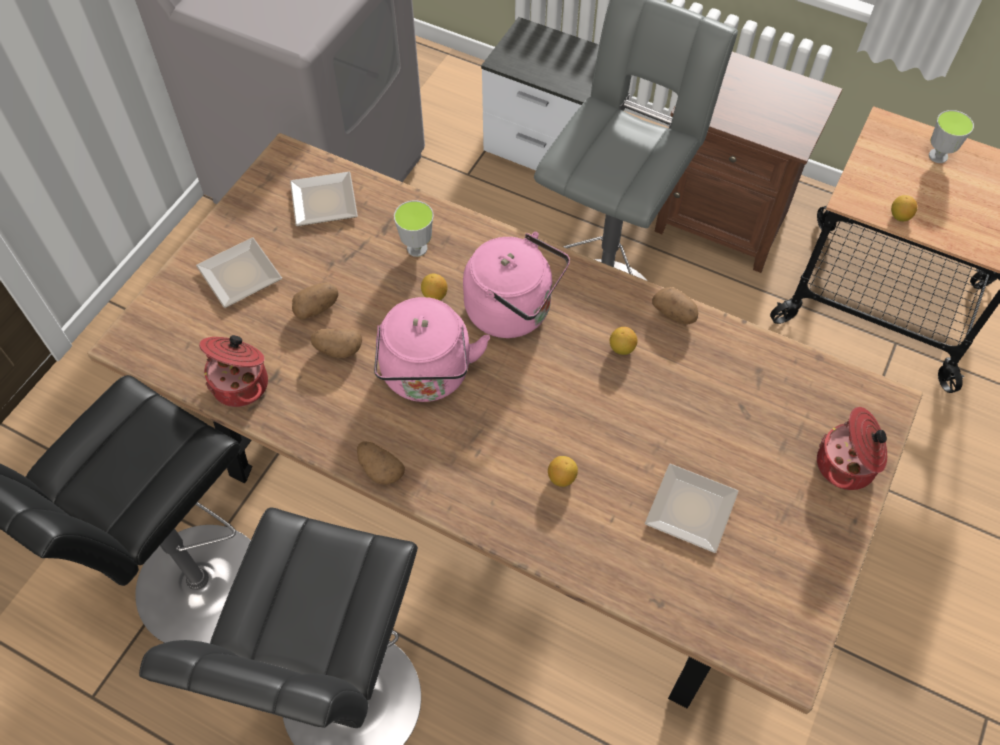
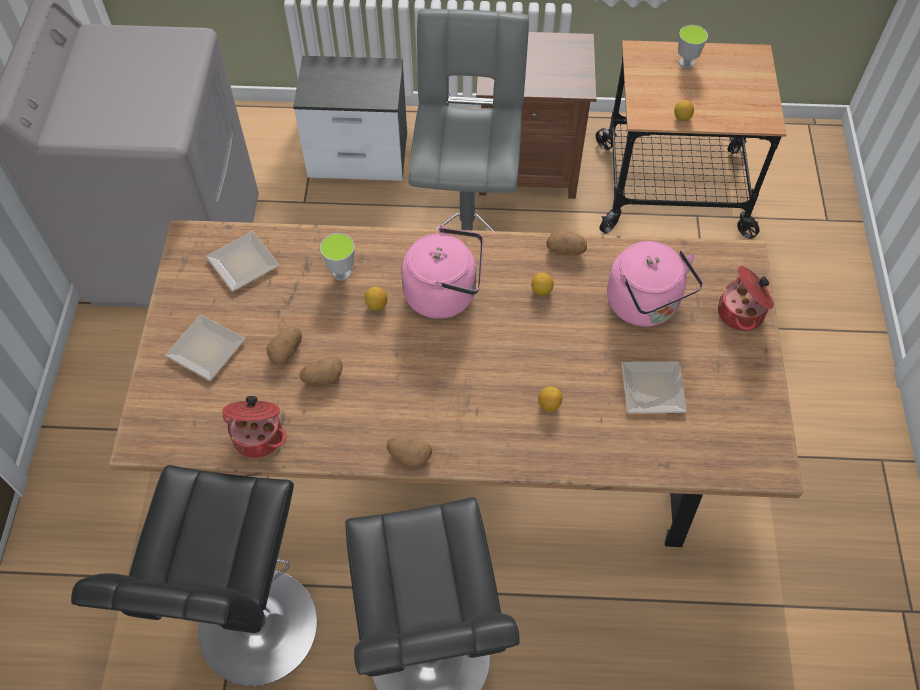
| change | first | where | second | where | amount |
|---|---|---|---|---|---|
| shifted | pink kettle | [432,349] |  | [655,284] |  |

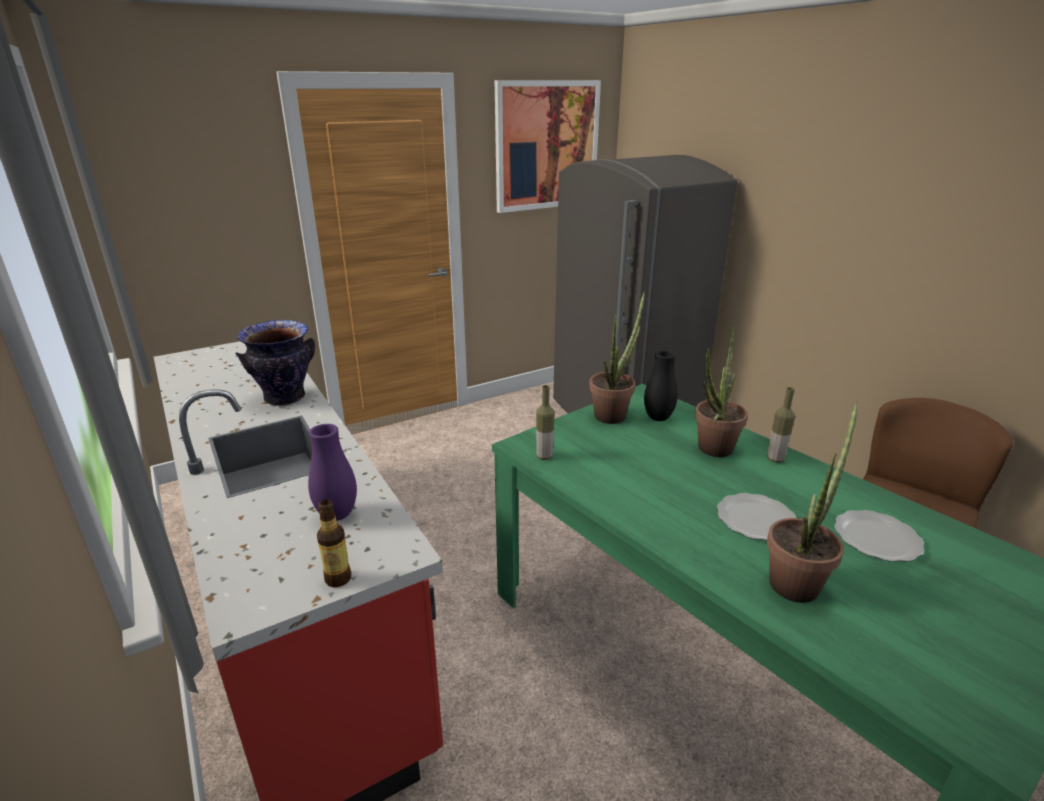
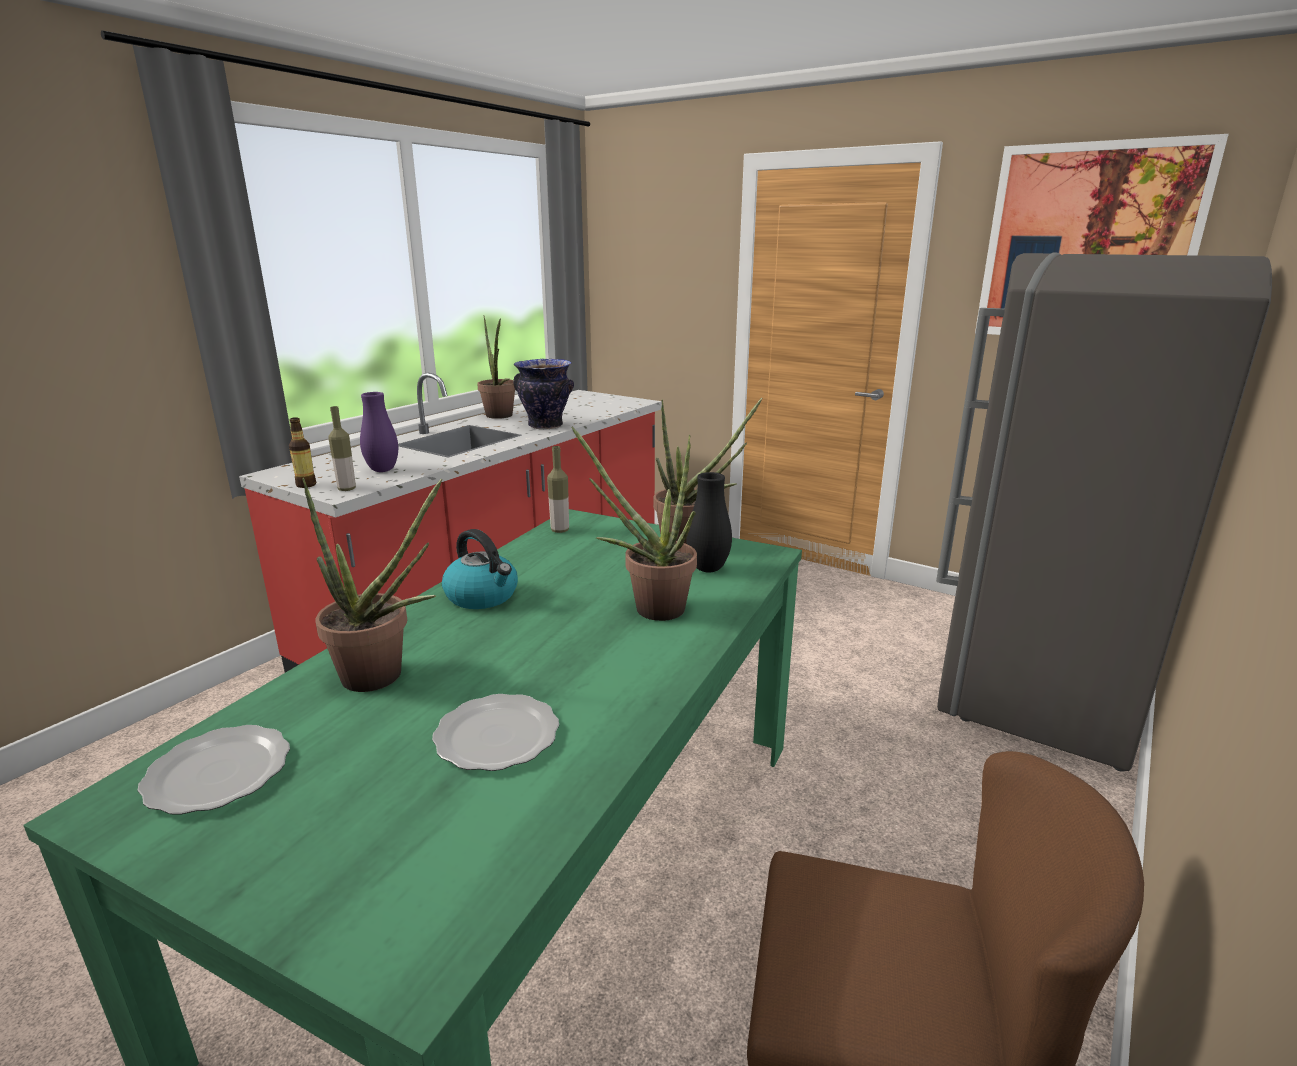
| change | first | where | second | where | amount |
|---|---|---|---|---|---|
| shifted | bottle | [781,425] |  | [342,448] |  |
| shifted | plate | [756,517] |  | [213,770] |  |
| new |  |  | potted plant | [496,367] |  |
| new |  |  | kettle | [480,569] |  |

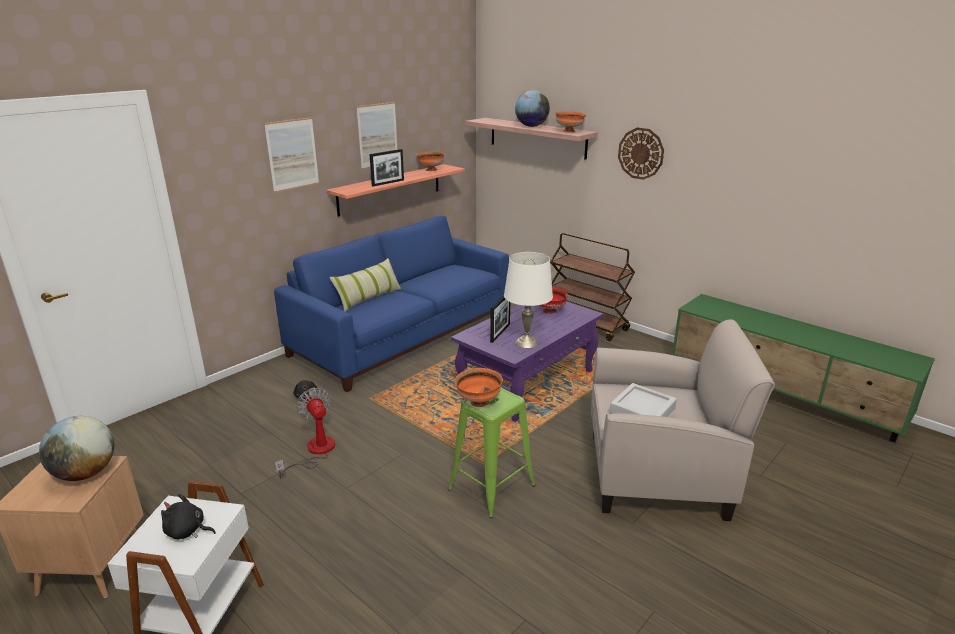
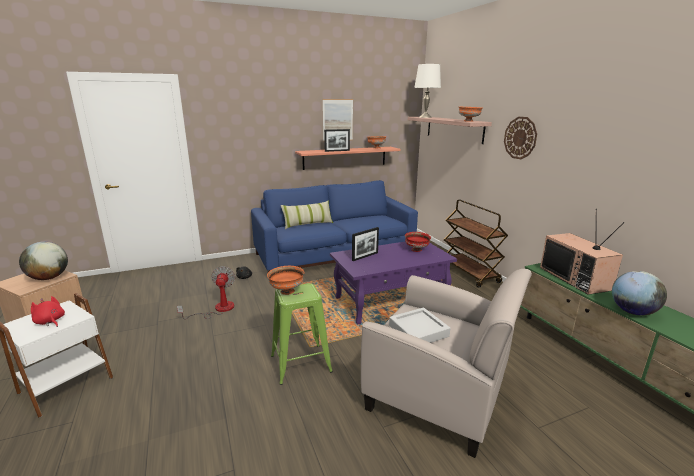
| change | first | where | second | where | amount |
|---|---|---|---|---|---|
| shifted | globe | [532,108] |  | [639,293] |  |
| gone | picture | [291,155] |  |  |  |
| shifted | white table lamp | [528,300] |  | [427,91] |  |
| repainted | black plush toy | [188,516] | red plush toy | [48,311] |  |
| new |  |  | television | [582,252] |  |

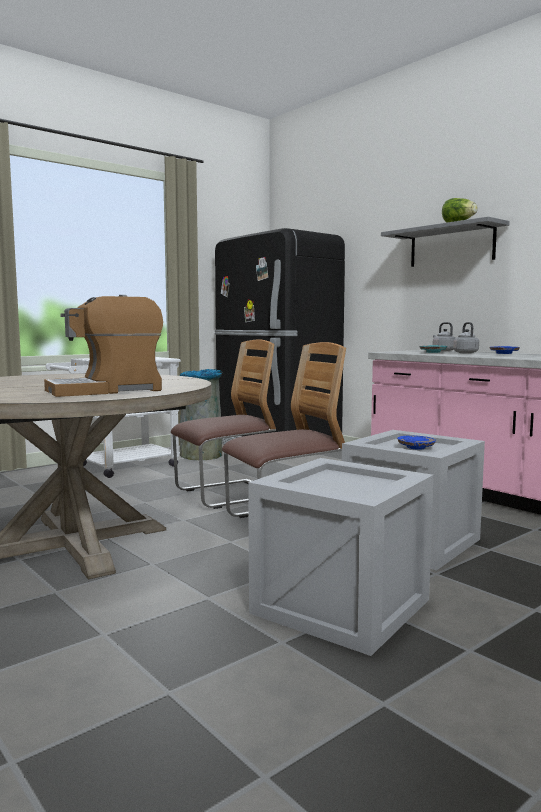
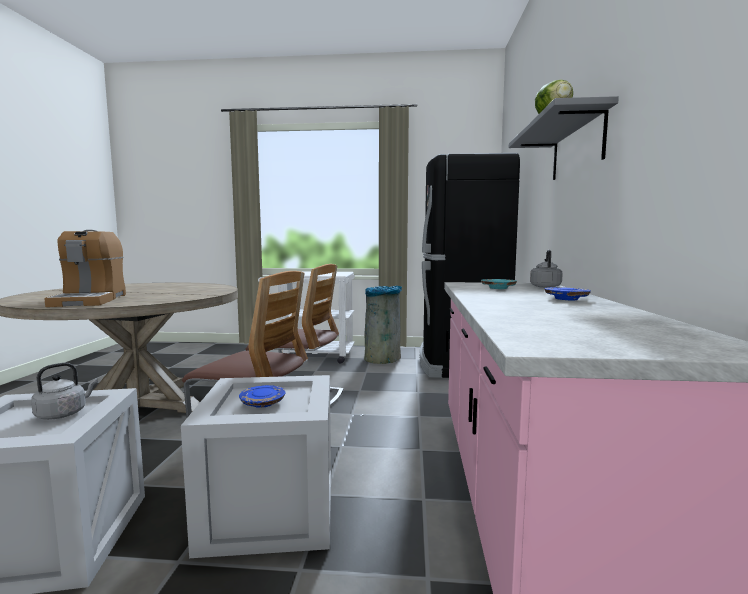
| change | first | where | second | where | amount |
|---|---|---|---|---|---|
| rotated | coffee machine | [103,346] |  | [85,268] | 120 degrees counterclockwise |
| shifted | grey kettle | [466,337] |  | [64,391] |  |

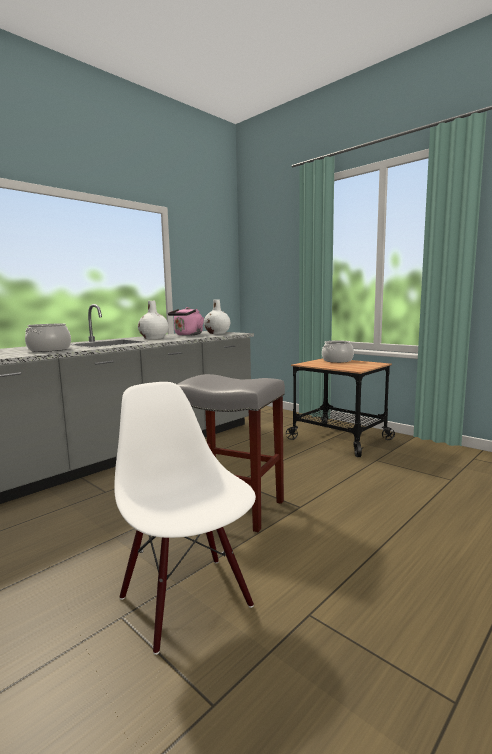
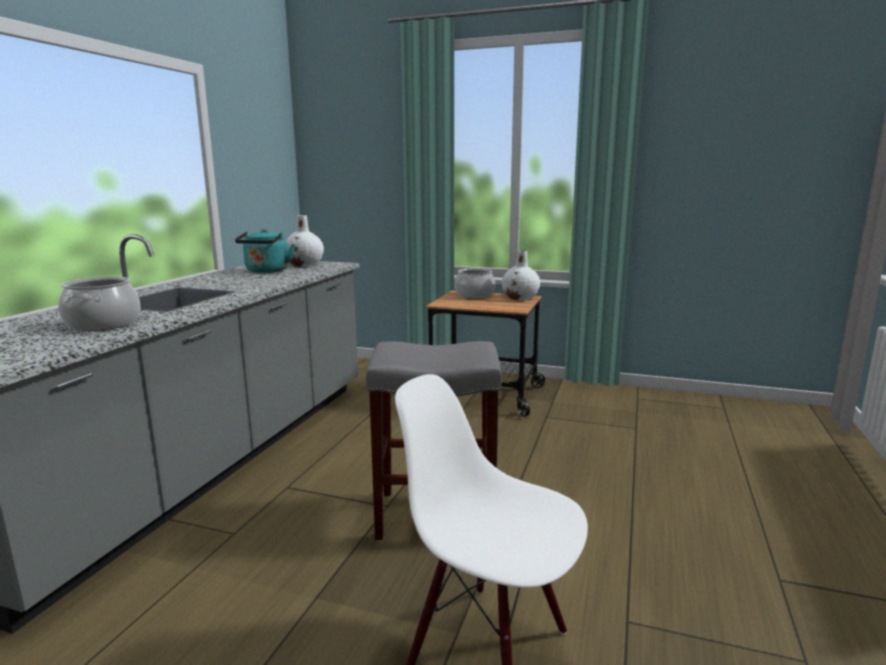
| change | first | where | second | where | amount |
|---|---|---|---|---|---|
| shifted | white vase | [153,320] |  | [521,275] |  |
| repainted | pink kettle | [186,321] | turquoise kettle | [265,251] |  |

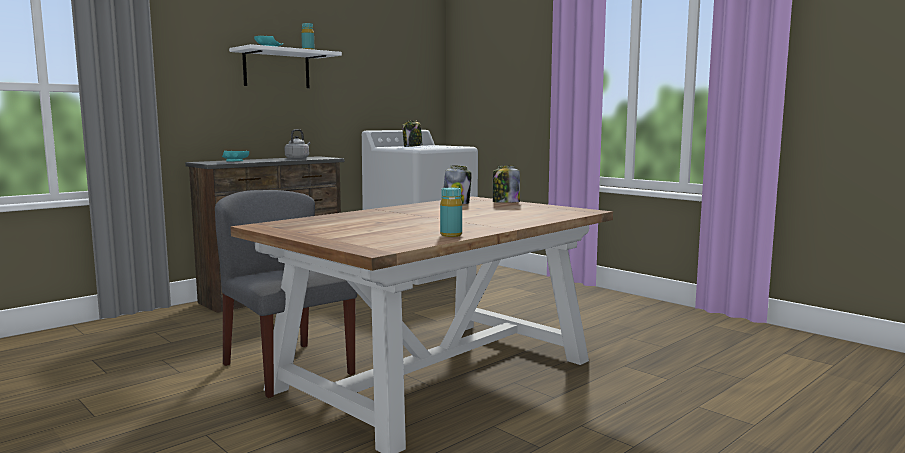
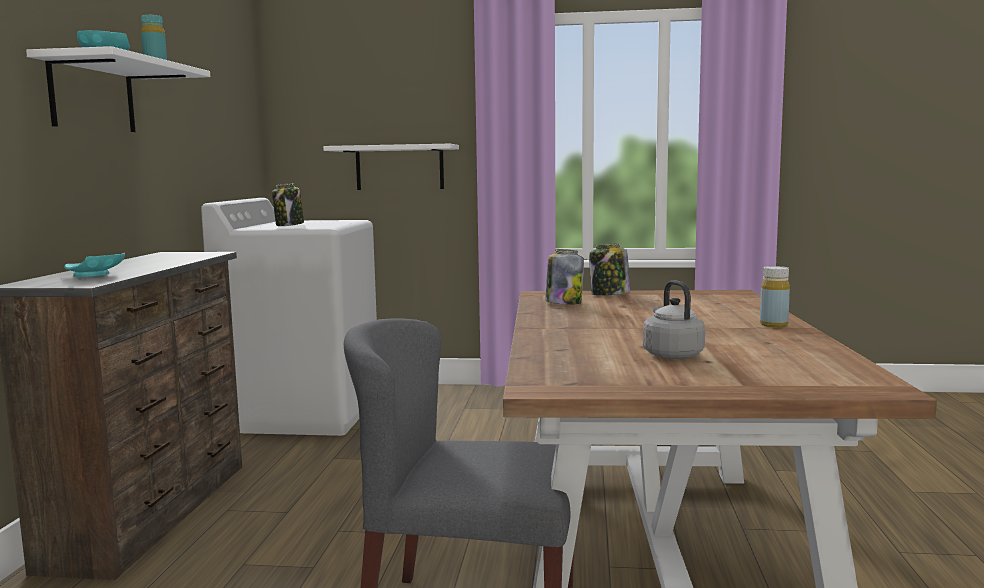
| change | first | where | second | where | amount |
|---|---|---|---|---|---|
| shifted | grey kettle | [298,144] |  | [674,319] |  |
| gone | turquoise bottle | [451,212] |  |  |  |
| new |  |  | white shelf | [391,167] |  |
| new |  |  | yellow bottle | [775,296] |  |

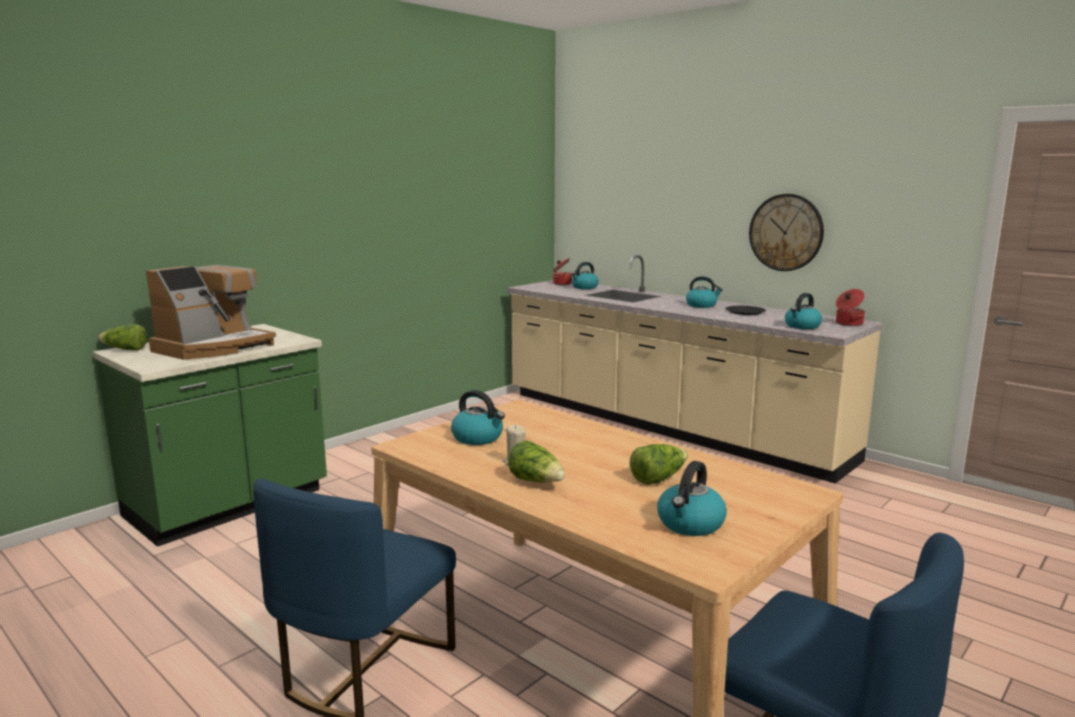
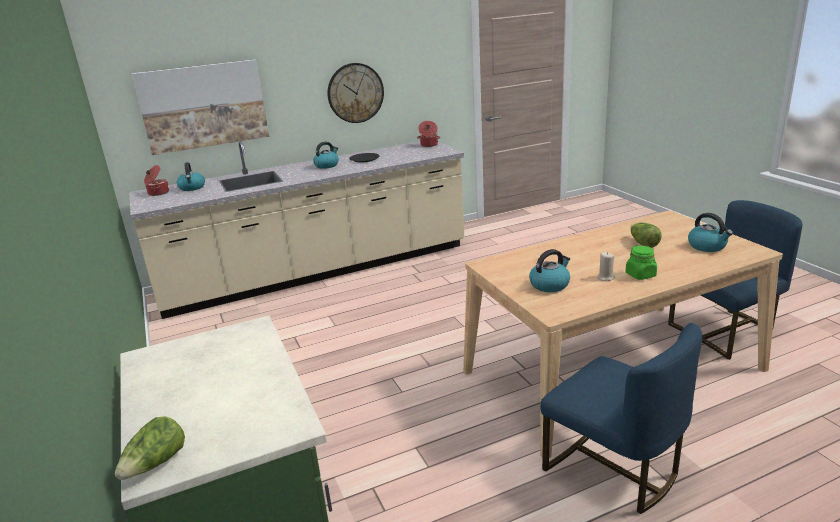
| change | first | where | second | where | amount |
|---|---|---|---|---|---|
| gone | coffee machine | [211,312] |  |  |  |
| gone | kettle | [803,311] |  |  |  |
| swapped | lettuce | [536,461] | green jar | [641,262] |  |
| new |  |  | picture | [200,107] |  |

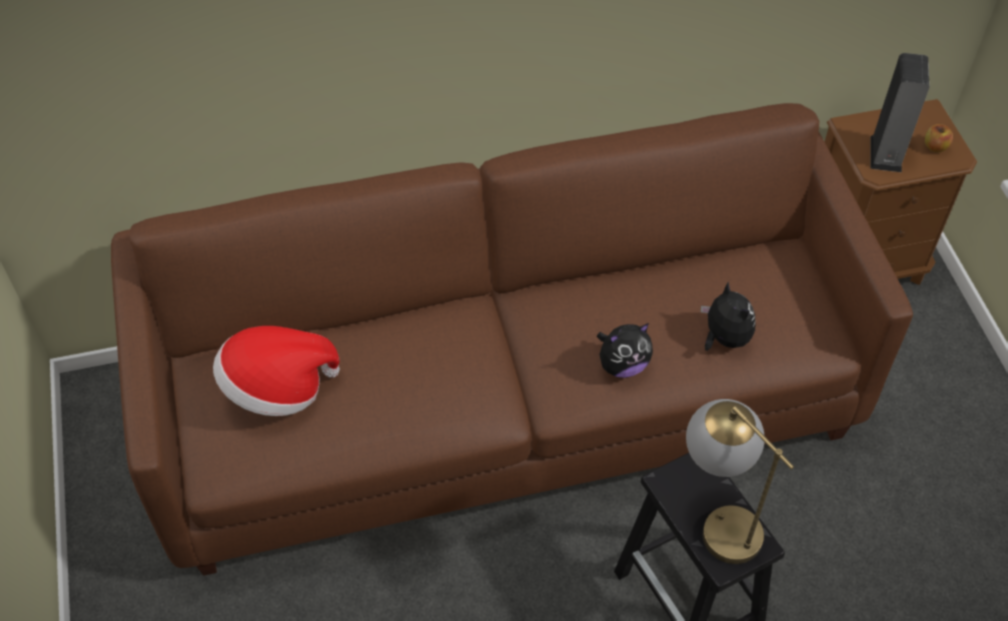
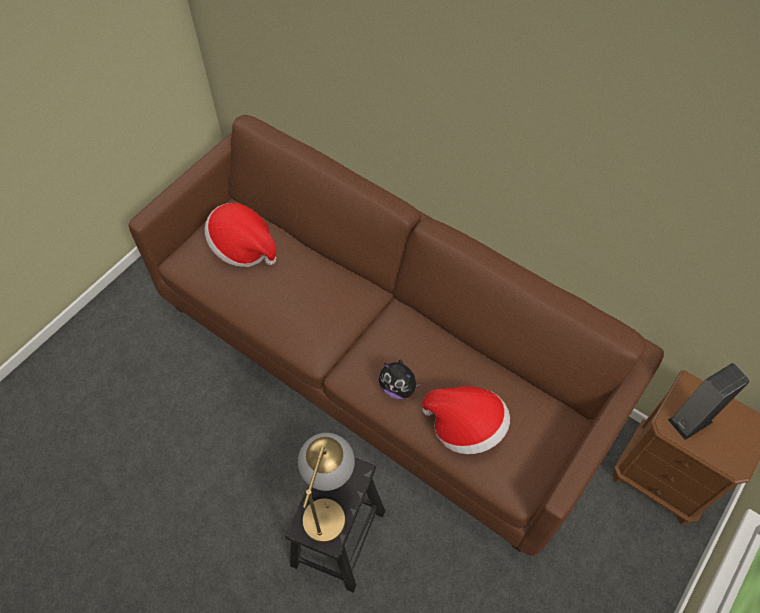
| change | first | where | second | where | amount |
|---|---|---|---|---|---|
| gone | apple | [939,138] |  |  |  |
| swapped | plush toy | [728,316] | hat | [466,420] |  |

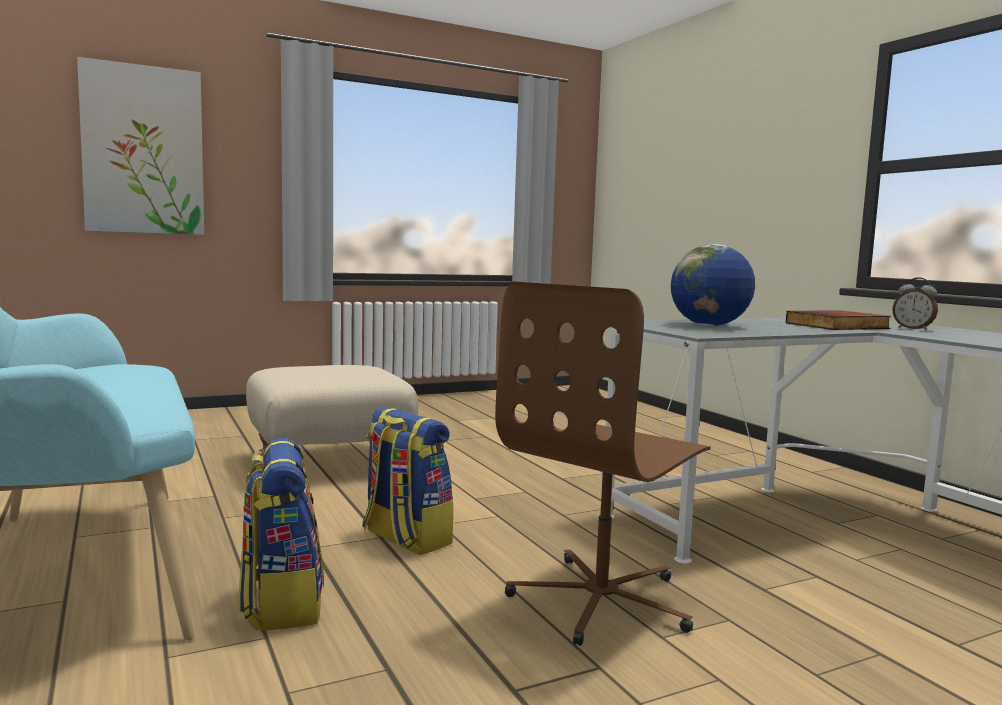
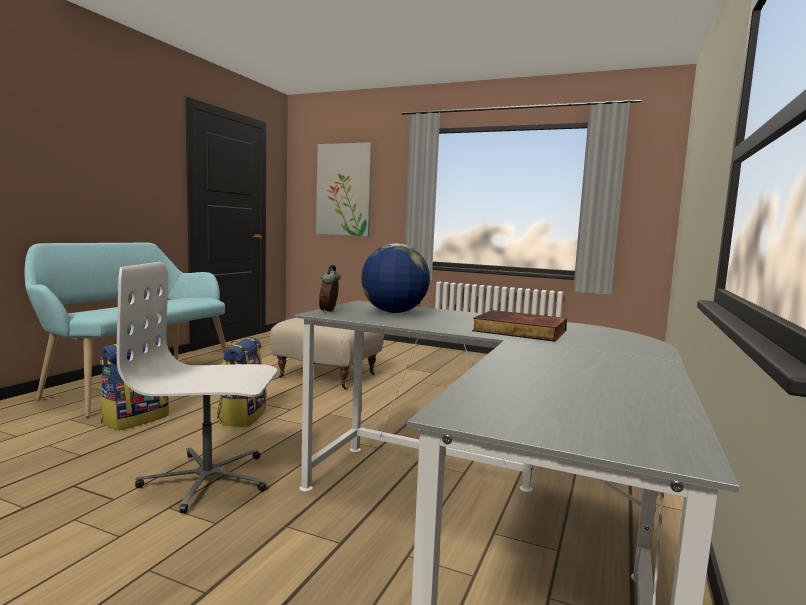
| change | first | where | second | where | amount |
|---|---|---|---|---|---|
| shifted | alarm clock | [915,303] |  | [330,289] |  |
| repainted | brown office chair | [603,463] | white office chair | [197,387] |  |

